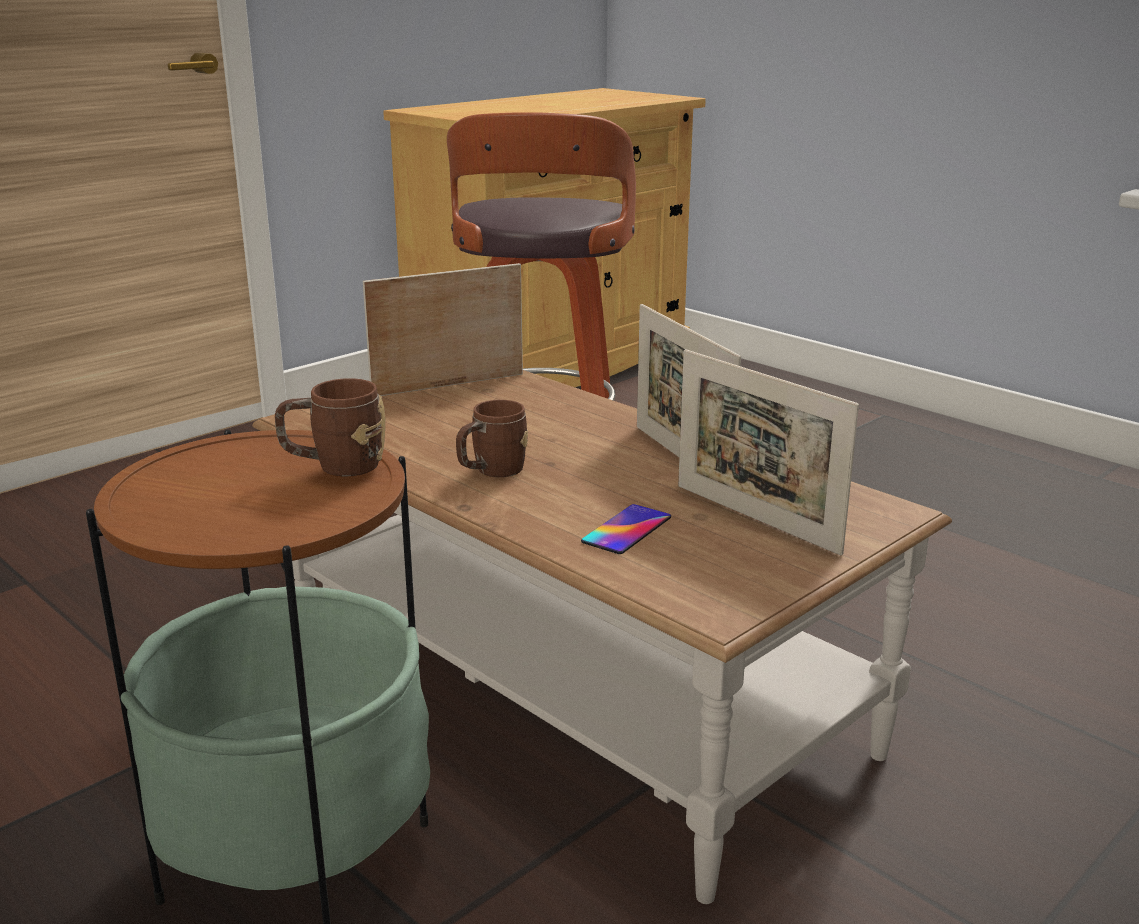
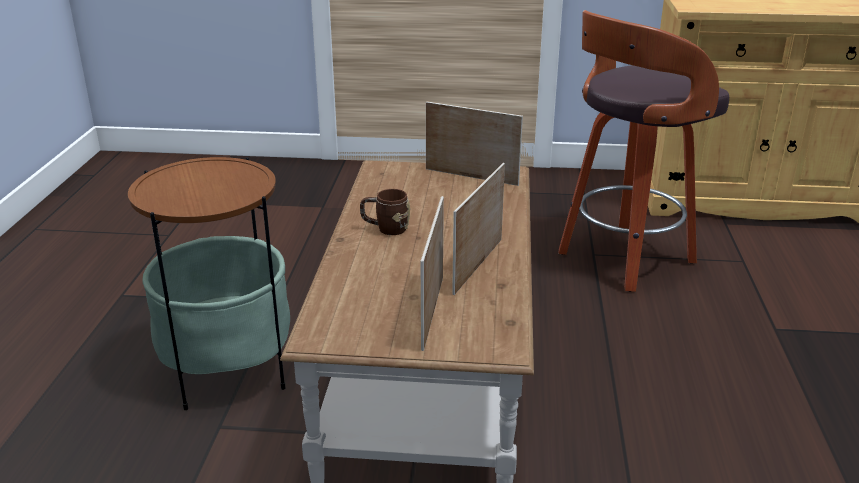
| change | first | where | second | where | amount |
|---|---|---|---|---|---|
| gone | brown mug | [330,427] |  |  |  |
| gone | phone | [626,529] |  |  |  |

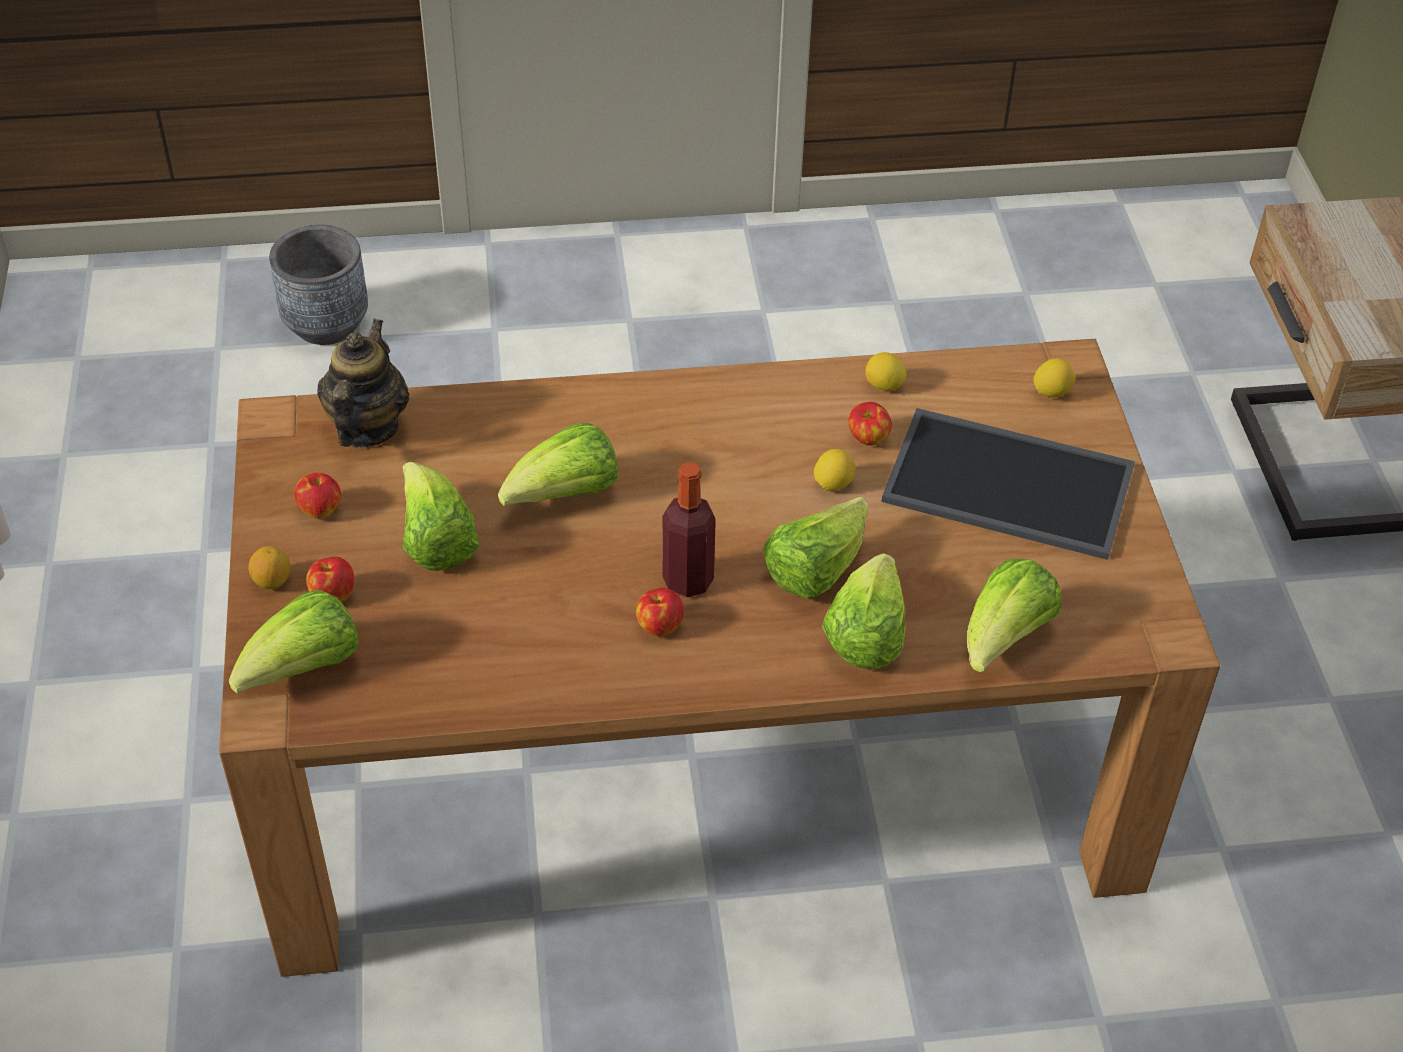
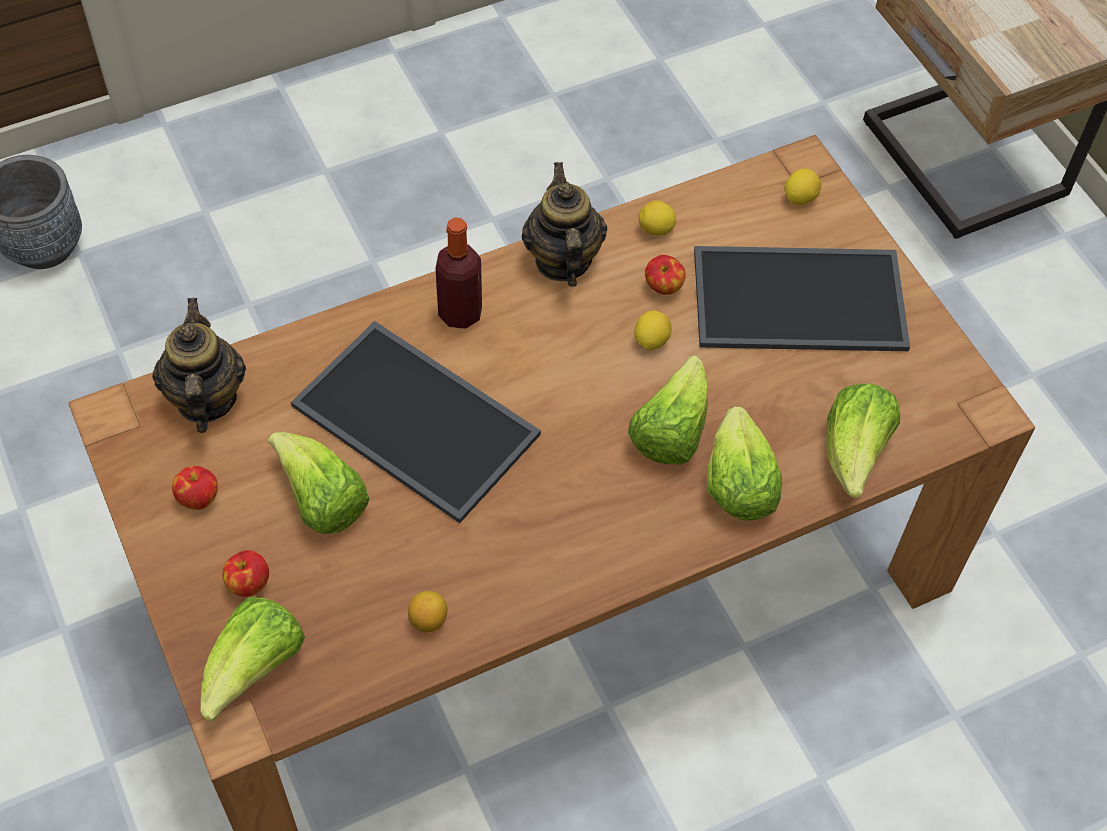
| change | first | where | second | where | amount |
|---|---|---|---|---|---|
| swapped | lettuce | [558,464] | tray | [416,422] |  |
| shifted | bottle | [689,530] |  | [459,273] |  |
| shifted | lemon | [269,567] |  | [427,612] |  |
| gone | apple | [660,612] |  |  |  |
| new |  |  | teapot | [564,224] |  |

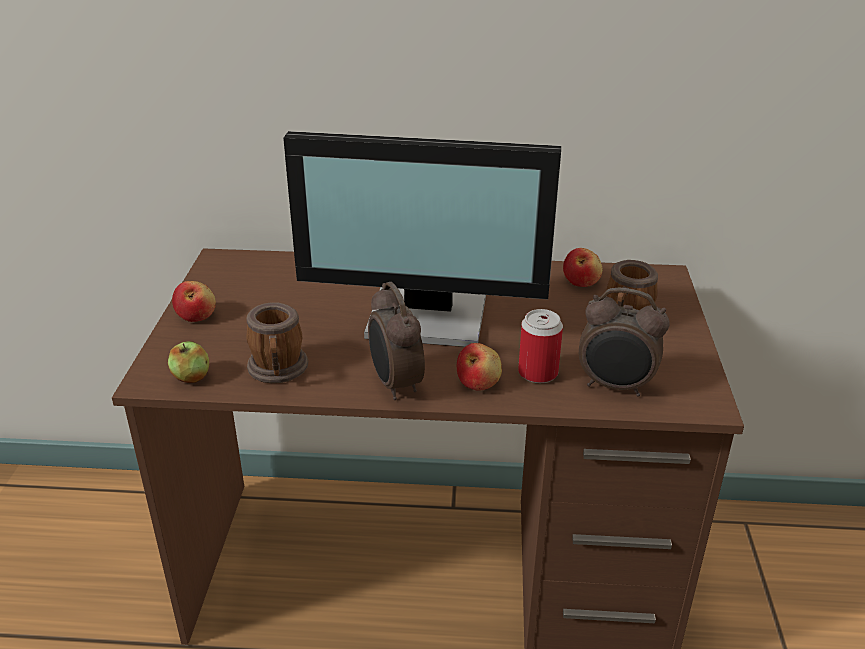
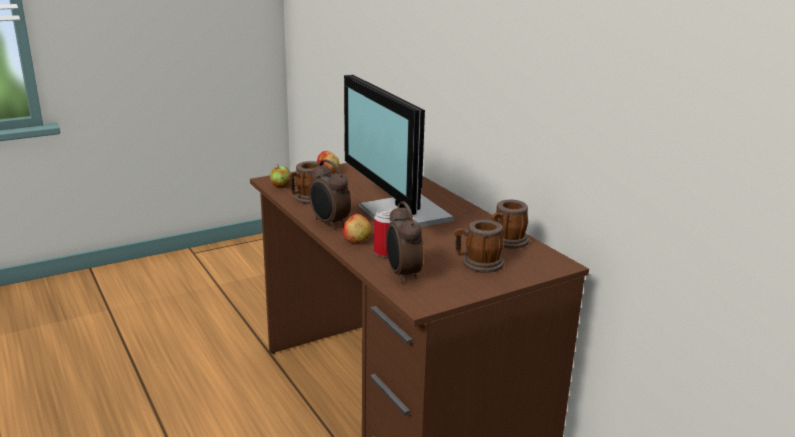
| change | first | where | second | where | amount |
|---|---|---|---|---|---|
| swapped | apple | [582,267] | mug | [510,224] |  |
| rotated | alarm clock | [396,341] |  | [330,194] | 75 degrees counterclockwise |

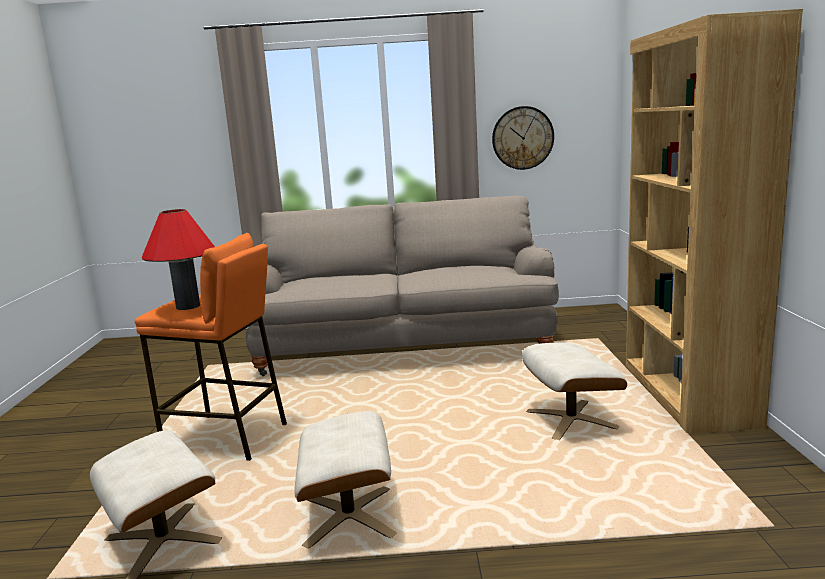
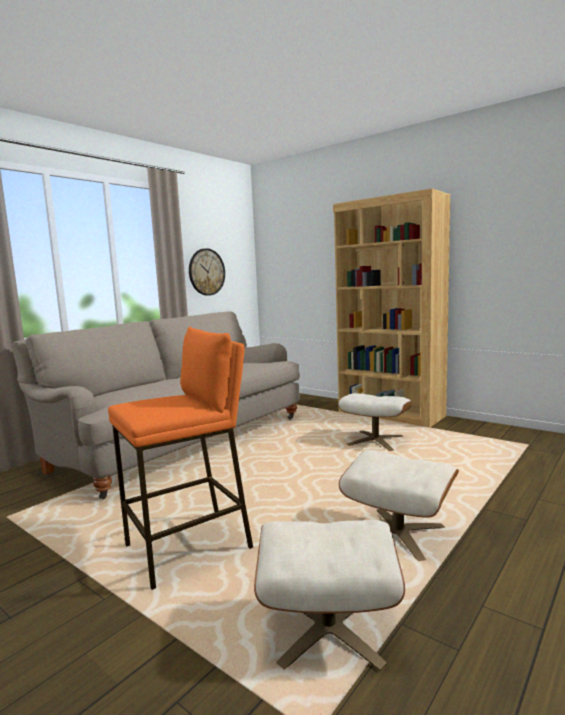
| change | first | where | second | where | amount |
|---|---|---|---|---|---|
| gone | red table lamp | [178,259] |  |  |  |

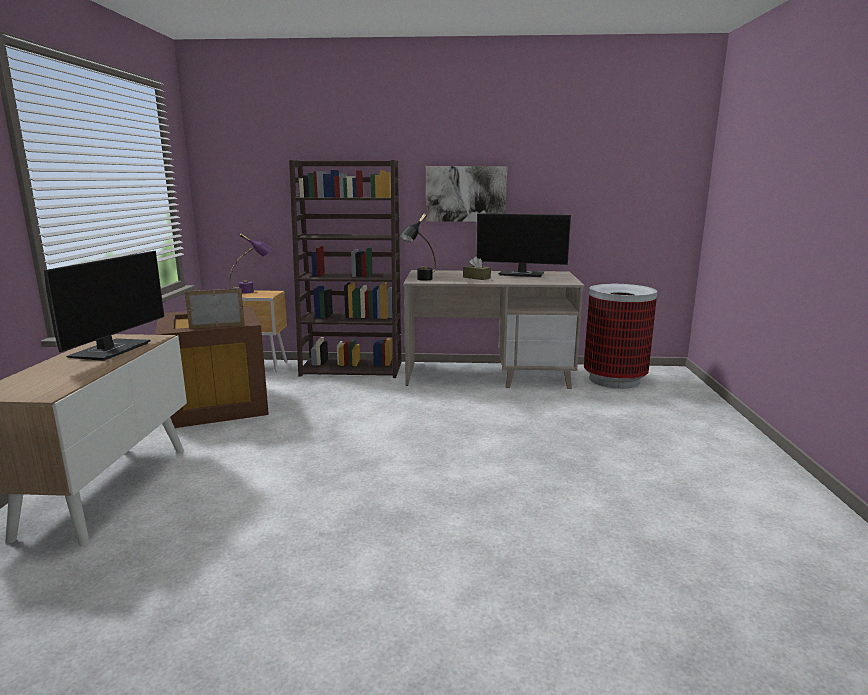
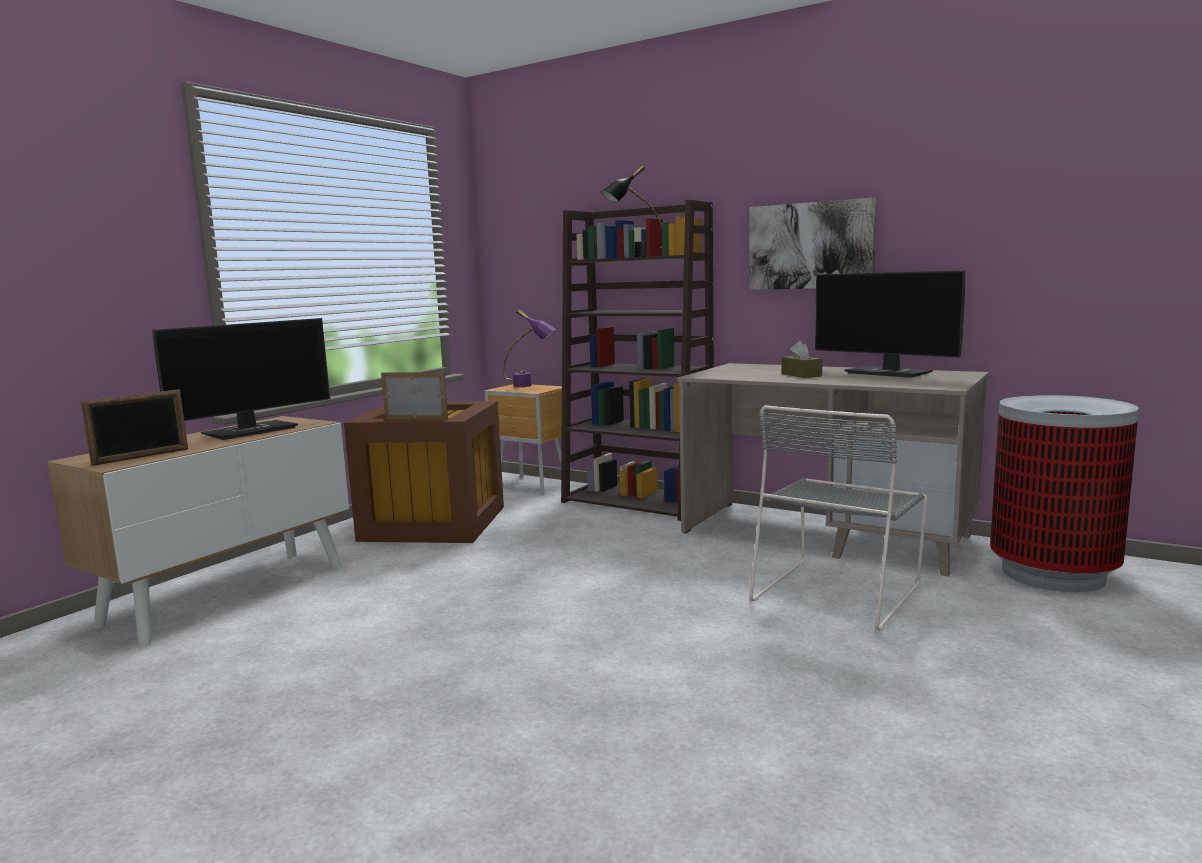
| change | first | where | second | where | amount |
|---|---|---|---|---|---|
| shifted | black table lamp | [417,247] |  | [631,211] |  |
| new |  |  | picture frame | [134,427] |  |
| new |  |  | grey chair | [838,518] |  |

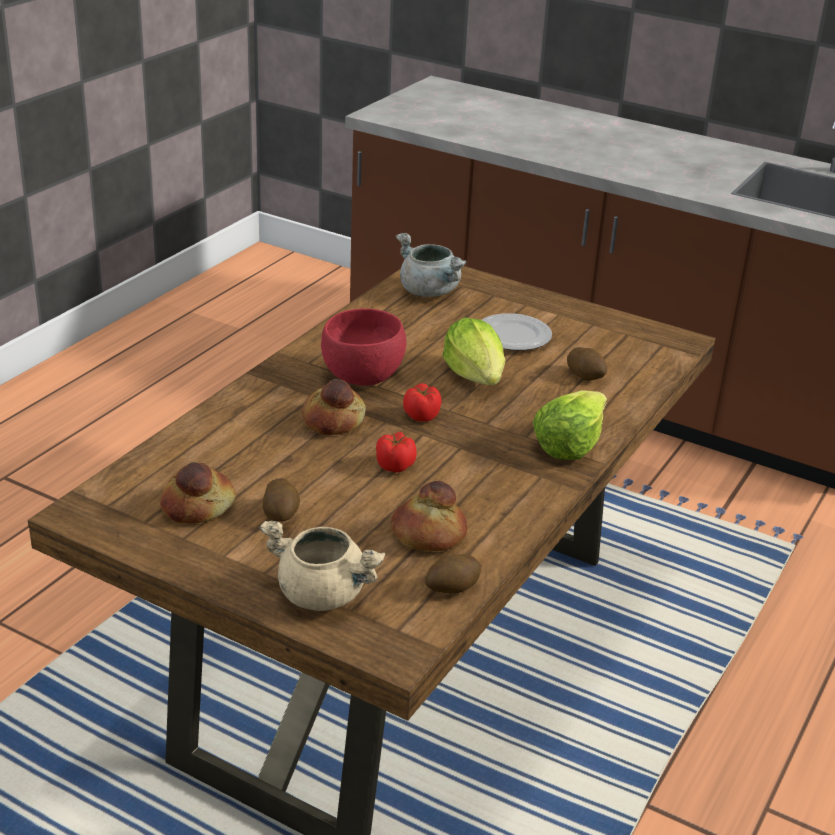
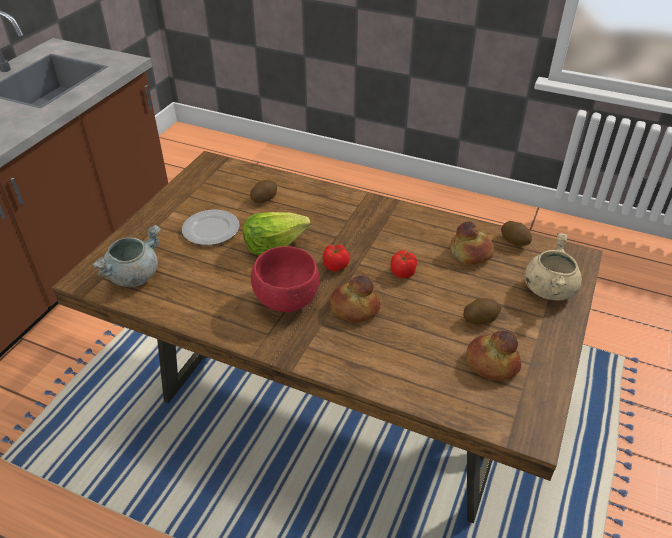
| change | first | where | second | where | amount |
|---|---|---|---|---|---|
| gone | lettuce | [570,425] |  |  |  |

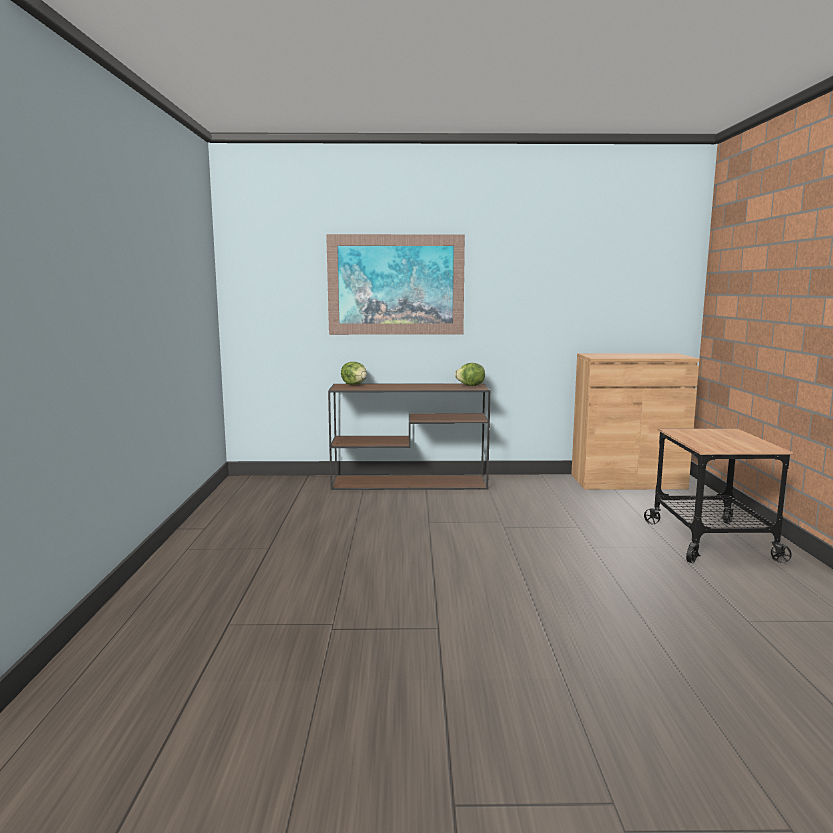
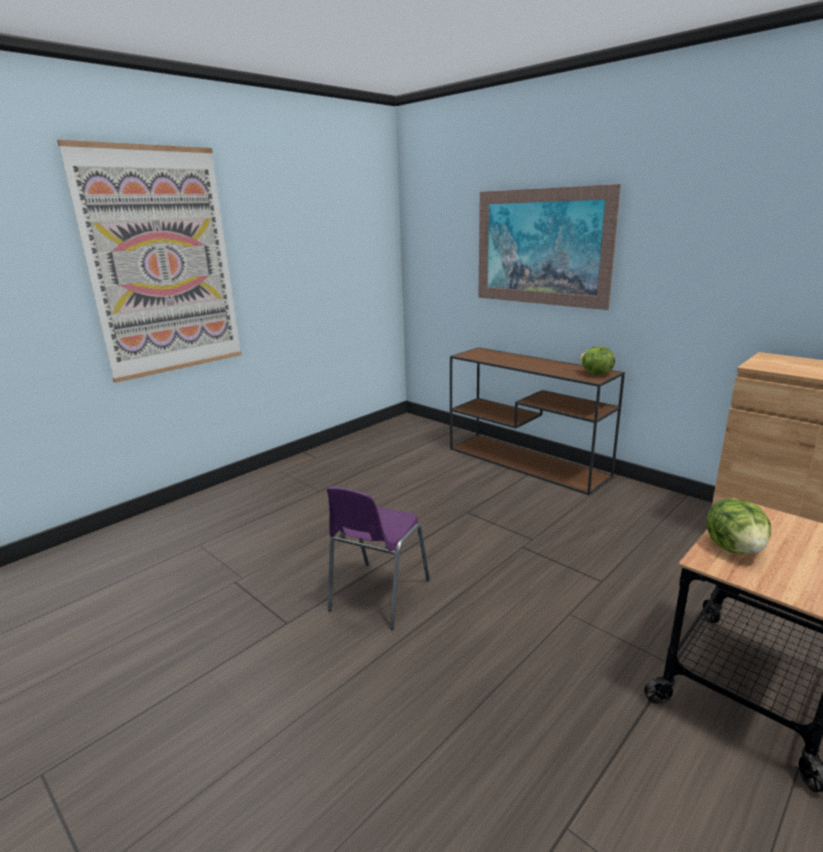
| change | first | where | second | where | amount |
|---|---|---|---|---|---|
| shifted | lettuce | [354,373] |  | [739,526] |  |
| new |  |  | picture | [149,261] |  |
| new |  |  | purple chair | [378,558] |  |

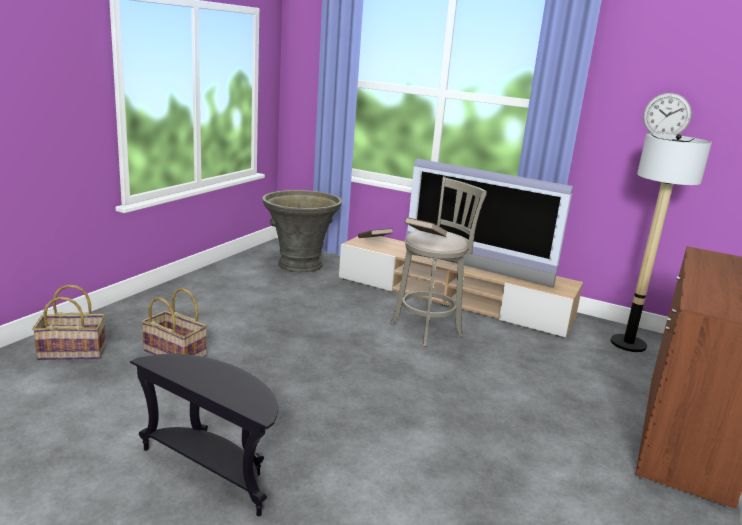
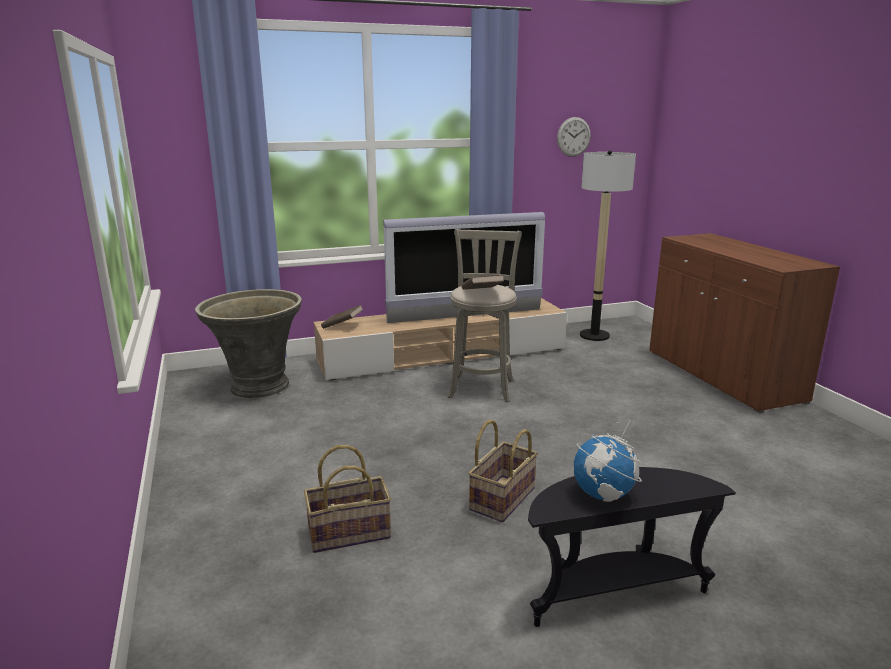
| change | first | where | second | where | amount |
|---|---|---|---|---|---|
| shifted | basket | [69,322] |  | [503,470] |  |
| new |  |  | globe | [608,459] |  |

